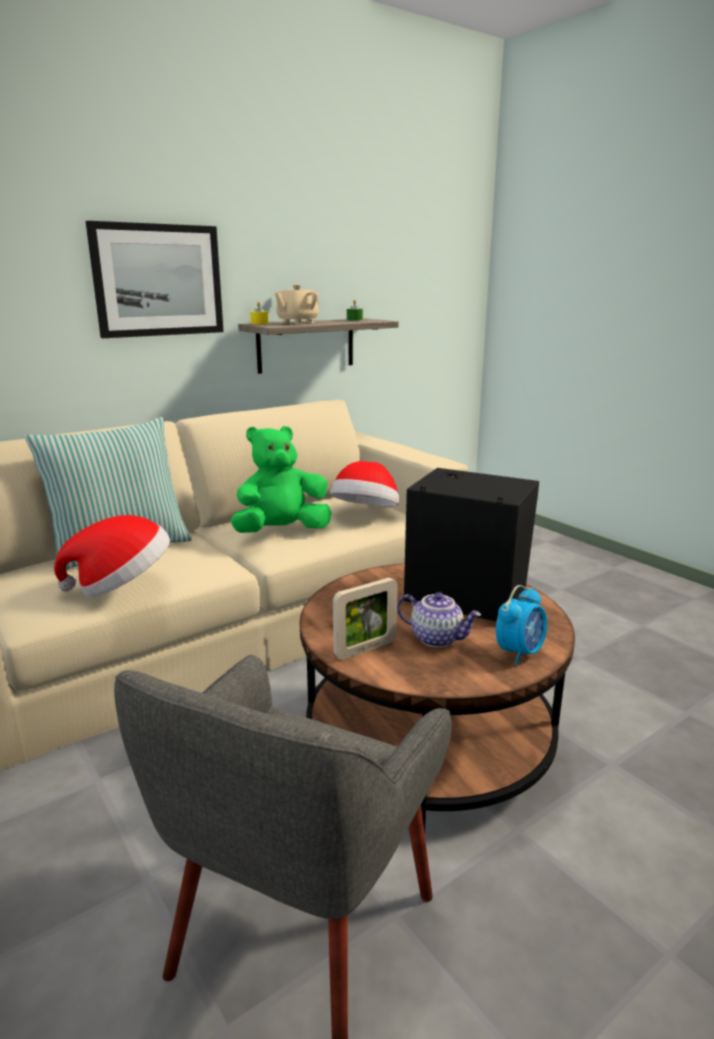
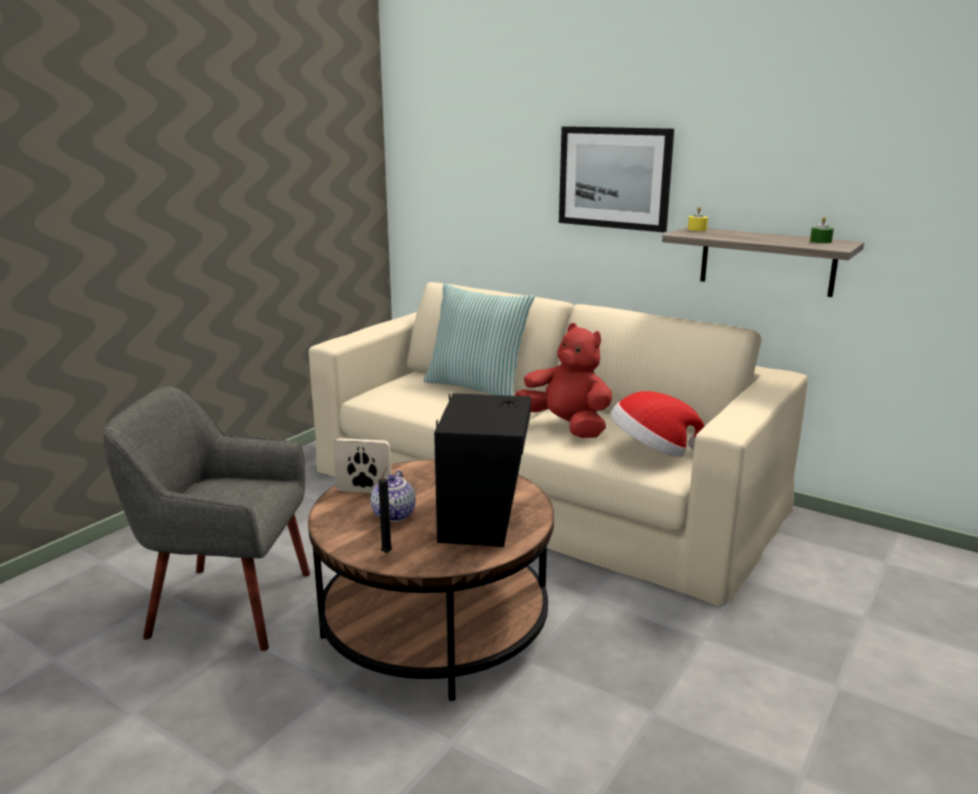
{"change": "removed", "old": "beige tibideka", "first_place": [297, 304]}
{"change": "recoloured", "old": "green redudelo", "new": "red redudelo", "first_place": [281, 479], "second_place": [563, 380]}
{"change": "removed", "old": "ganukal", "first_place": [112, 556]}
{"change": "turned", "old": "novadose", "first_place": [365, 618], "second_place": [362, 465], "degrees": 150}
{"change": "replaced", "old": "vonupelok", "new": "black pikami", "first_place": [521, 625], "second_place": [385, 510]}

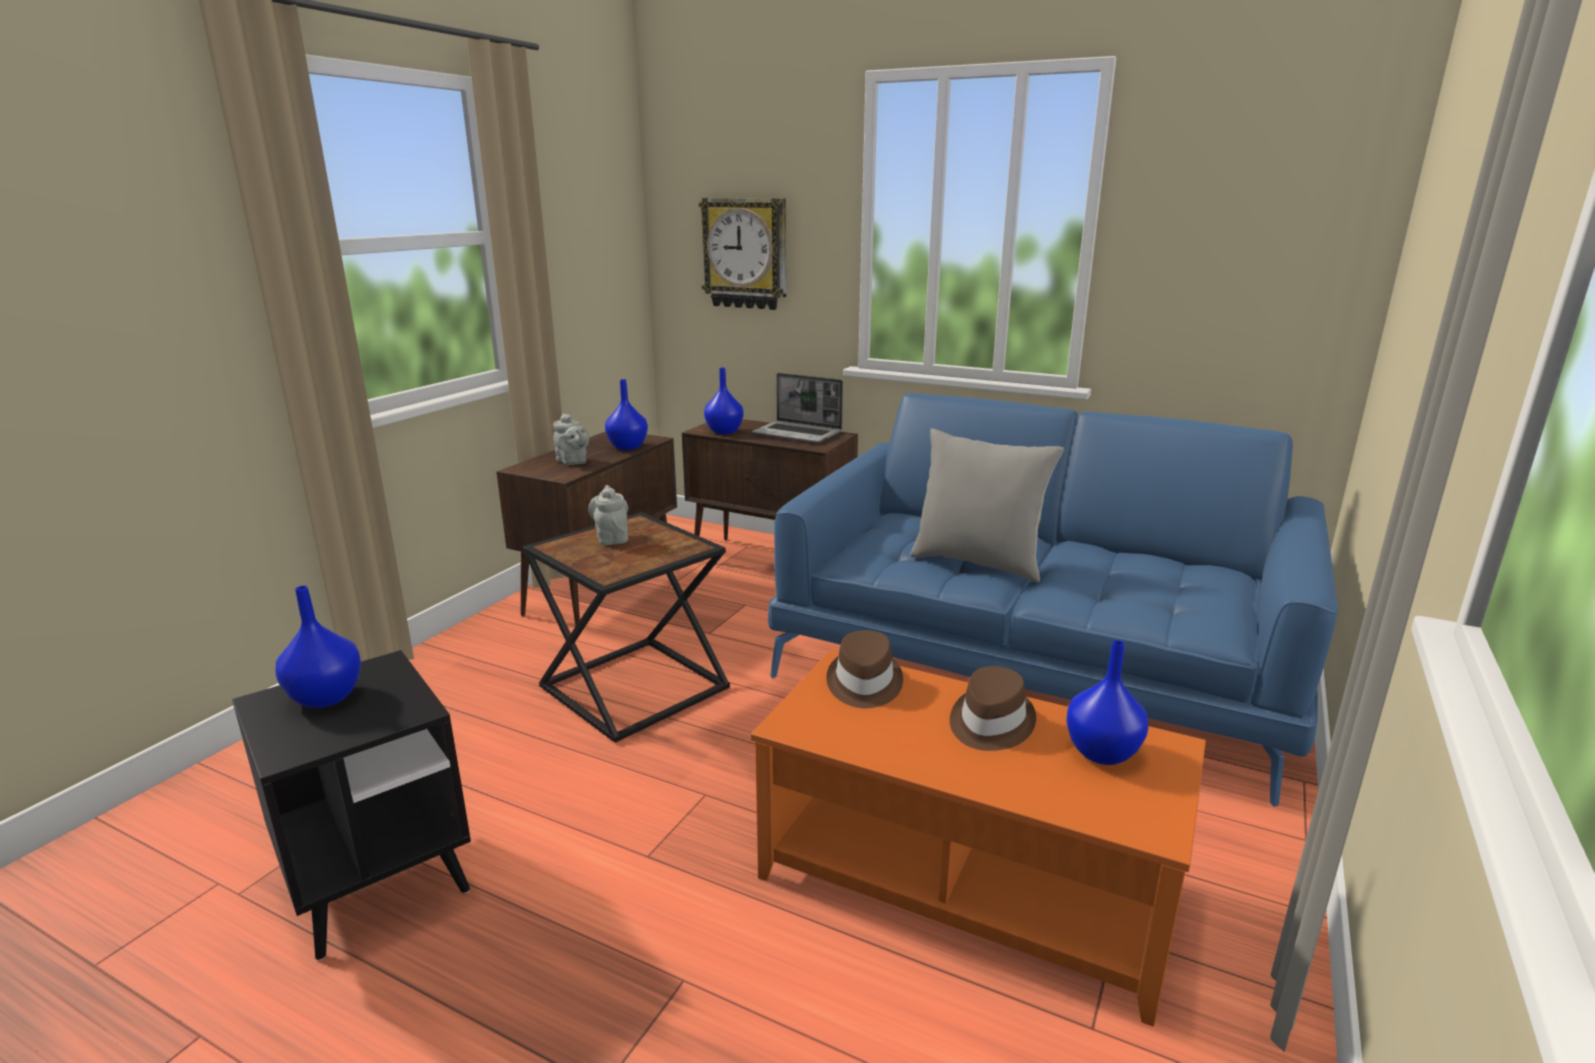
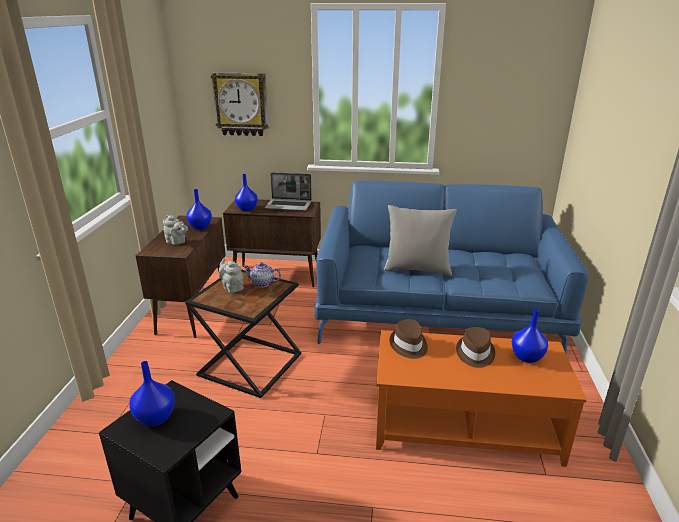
{"change": "added", "new": "tibideka", "second_place": [262, 274]}

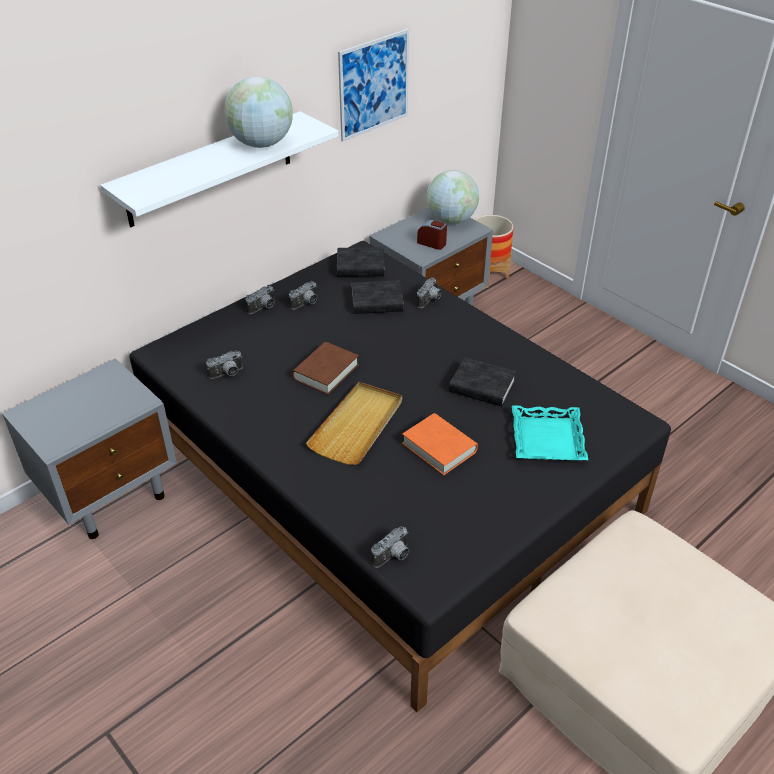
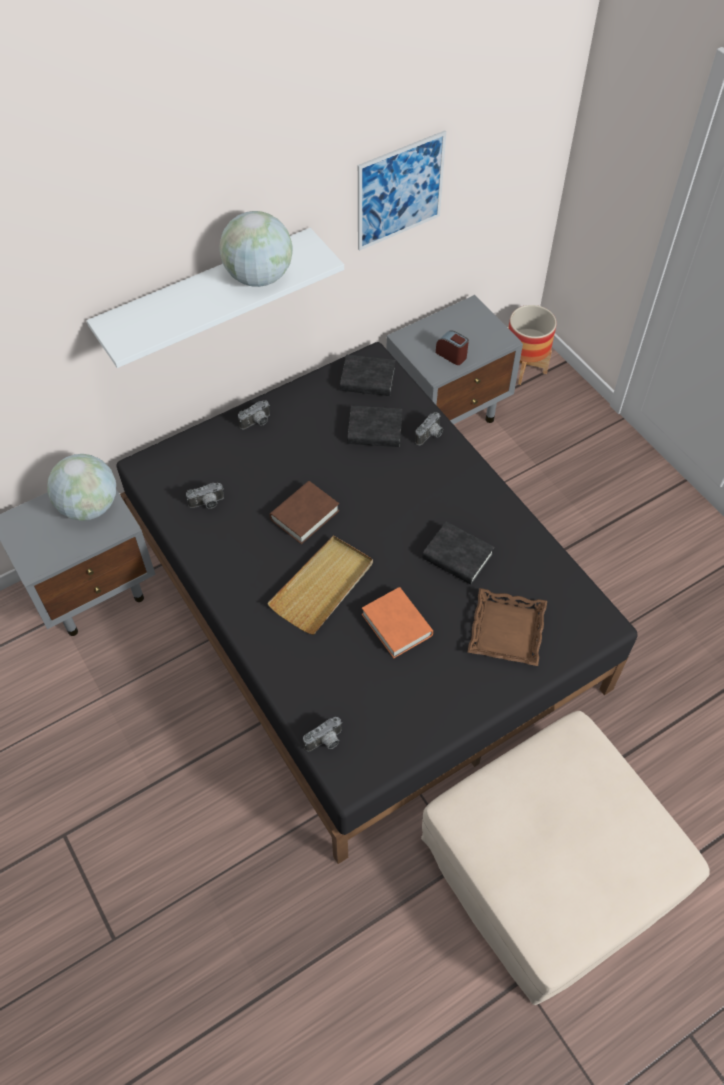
{"change": "moved", "old": "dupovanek", "first_place": [453, 197], "second_place": [81, 487]}
{"change": "removed", "old": "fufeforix", "first_place": [303, 295]}
{"change": "recoloured", "old": "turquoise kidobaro", "new": "brown kidobaro", "first_place": [550, 432], "second_place": [507, 627]}

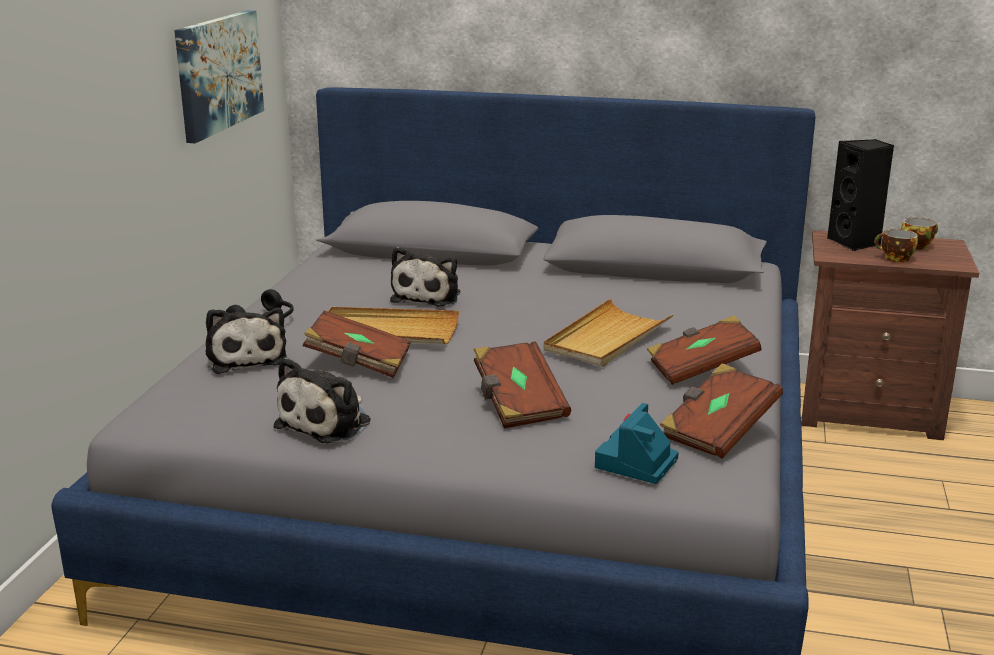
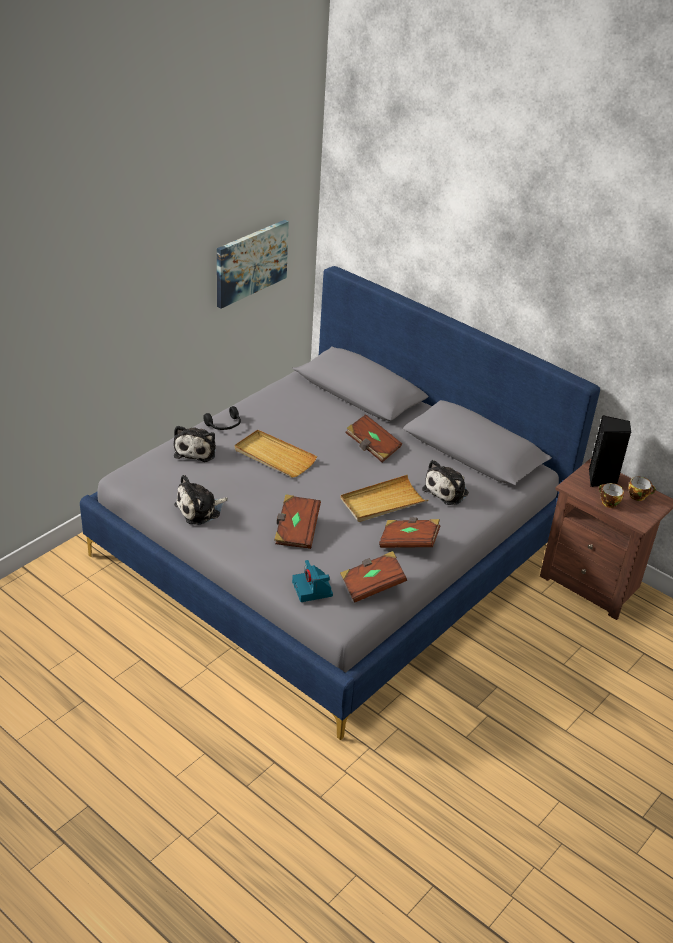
{"change": "moved", "old": "redudelo", "first_place": [425, 276], "second_place": [445, 482]}
{"change": "moved", "old": "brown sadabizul", "first_place": [357, 344], "second_place": [373, 438]}
{"change": "turned", "old": "fufeforix", "first_place": [636, 443], "second_place": [312, 581], "degrees": -75}

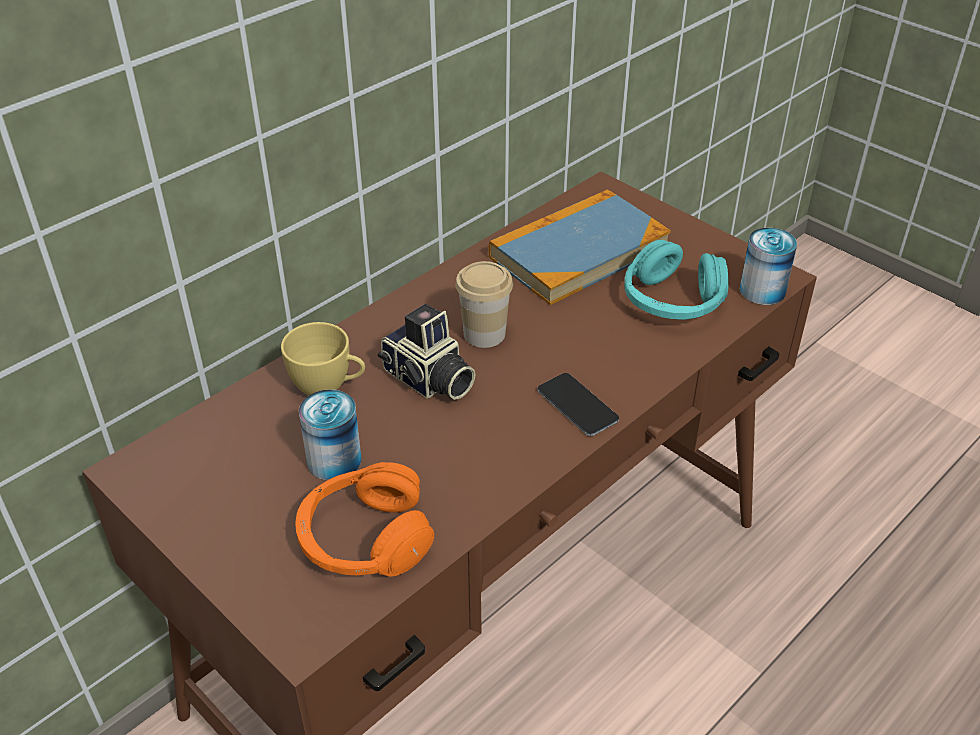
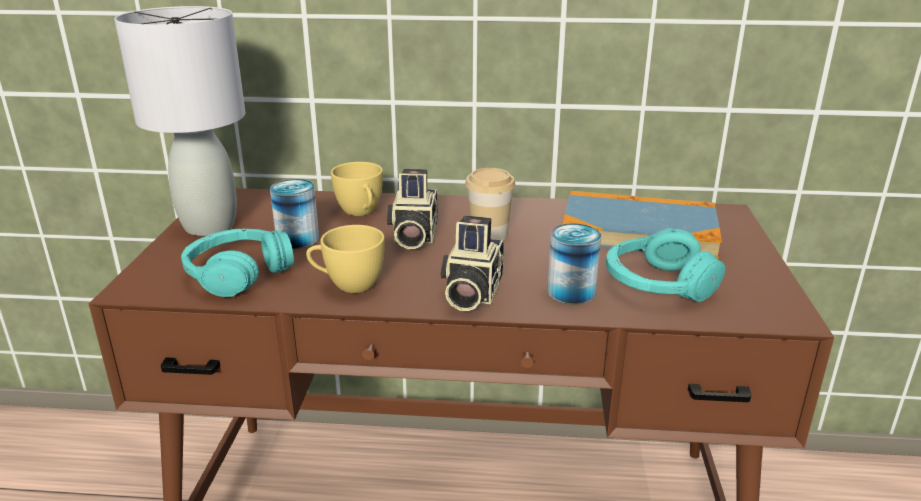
{"change": "moved", "old": "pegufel", "first_place": [768, 266], "second_place": [574, 263]}
{"change": "replaced", "old": "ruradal", "new": "fufeforix", "first_place": [578, 404], "second_place": [472, 263]}
{"change": "recoloured", "old": "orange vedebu", "new": "turquoise vedebu", "first_place": [364, 519], "second_place": [237, 263]}
{"change": "added", "new": "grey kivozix", "second_place": [180, 121]}
{"change": "added", "new": "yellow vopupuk", "second_place": [345, 259]}

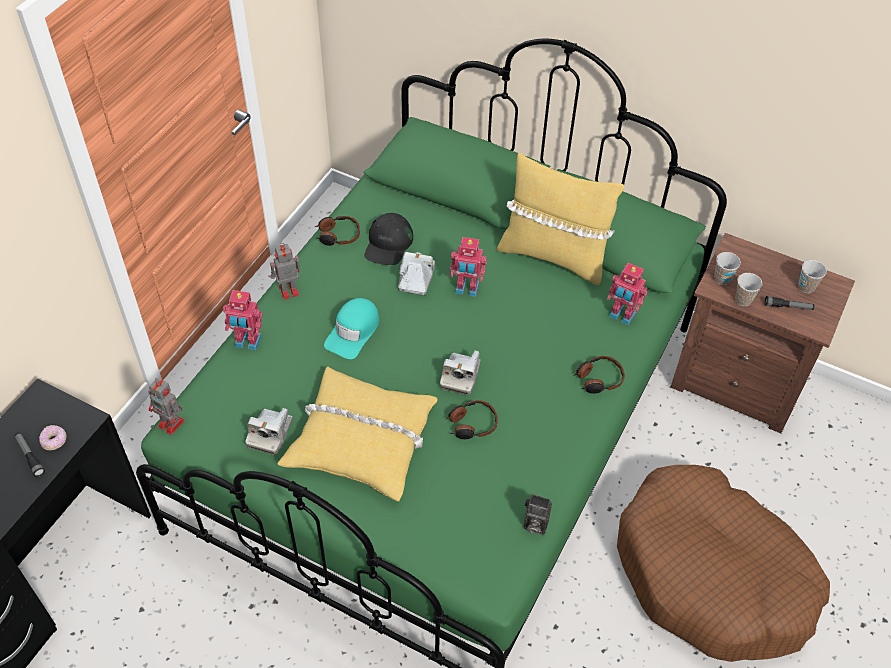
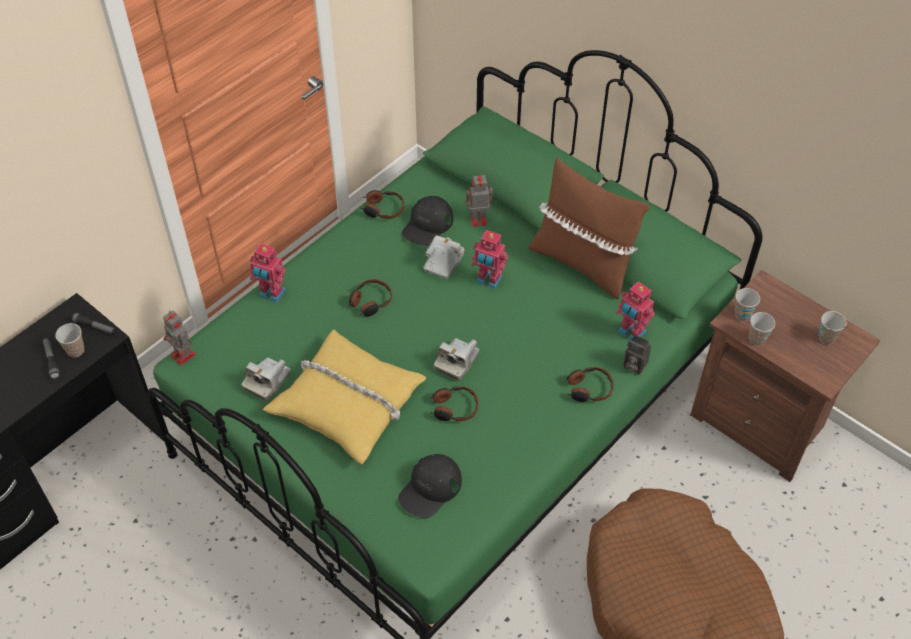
{"change": "recoloured", "old": "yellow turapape", "new": "brown turapape", "first_place": [560, 218], "second_place": [589, 228]}
{"change": "moved", "old": "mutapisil", "first_place": [285, 271], "second_place": [478, 200]}
{"change": "moved", "old": "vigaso", "first_place": [789, 303], "second_place": [94, 323]}
{"change": "replaced", "old": "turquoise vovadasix", "new": "vedebu", "first_place": [351, 328], "second_place": [370, 297]}
{"change": "replaced", "old": "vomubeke", "new": "vopupuk", "first_place": [53, 437], "second_place": [69, 340]}
{"change": "moved", "old": "fufeforix", "first_place": [538, 514], "second_place": [637, 355]}
{"change": "added", "new": "black vovadasix", "second_place": [430, 486]}

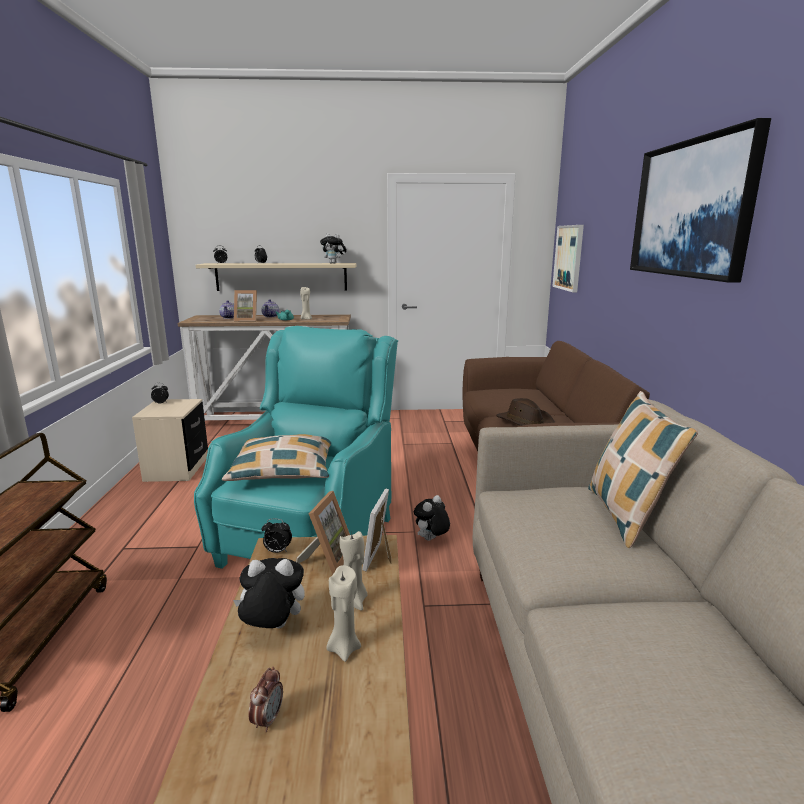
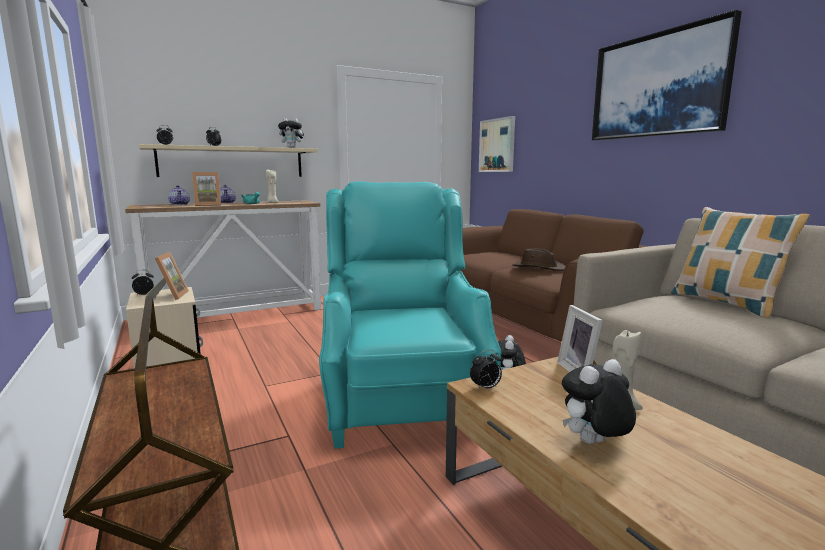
{"change": "removed", "old": "turapape", "first_place": [276, 457]}
{"change": "moved", "old": "novadose", "first_place": [323, 533], "second_place": [168, 276]}
{"change": "removed", "old": "beige pikami", "first_place": [343, 613]}
{"change": "removed", "old": "vonupelok", "first_place": [265, 699]}

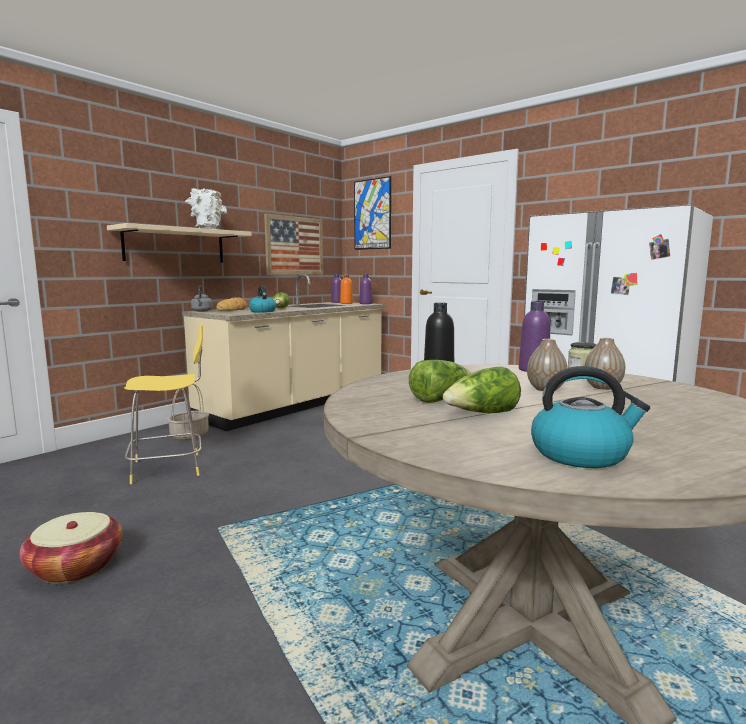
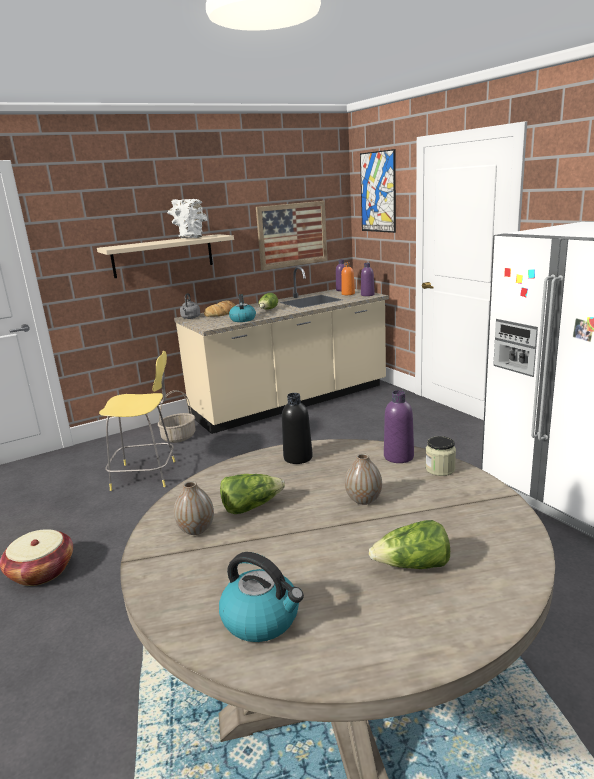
{"change": "moved", "old": "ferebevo", "first_place": [604, 364], "second_place": [194, 508]}
{"change": "moved", "old": "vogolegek", "first_place": [482, 389], "second_place": [409, 544]}

